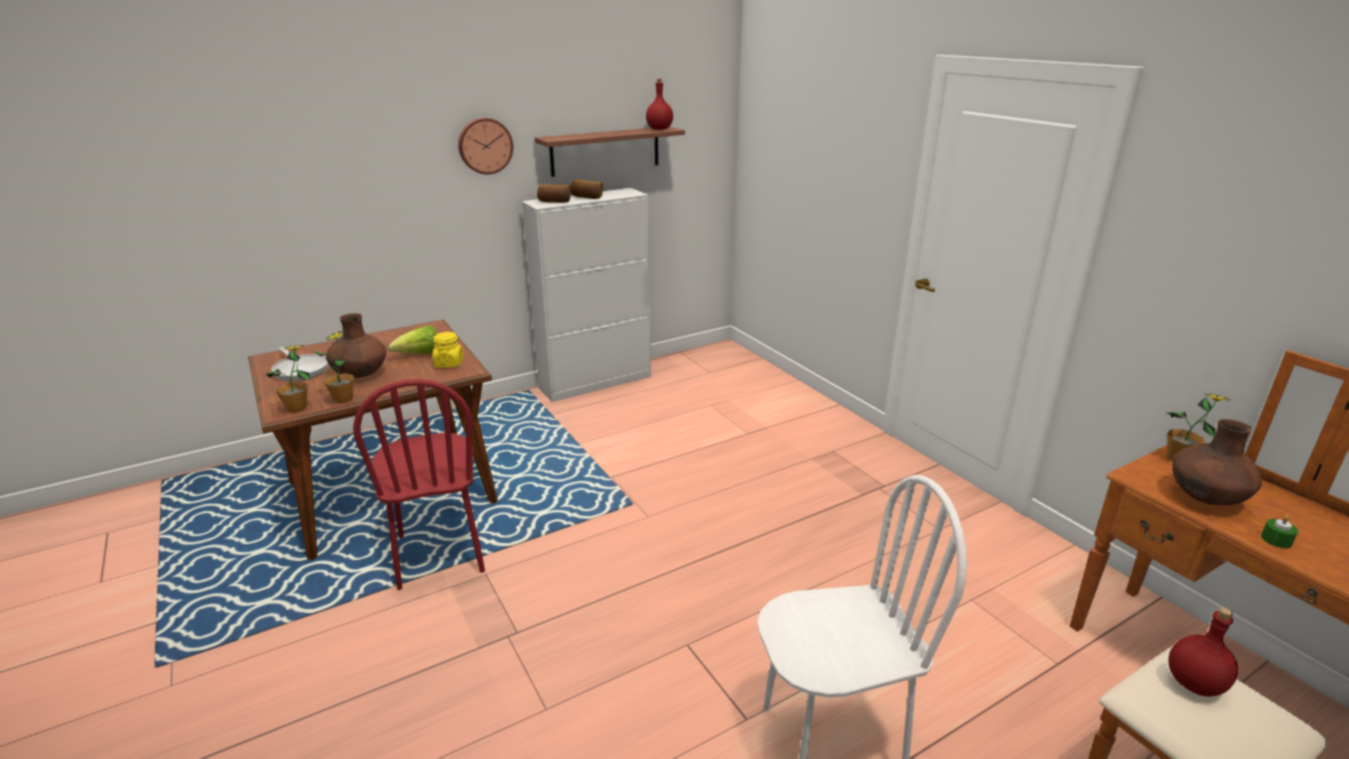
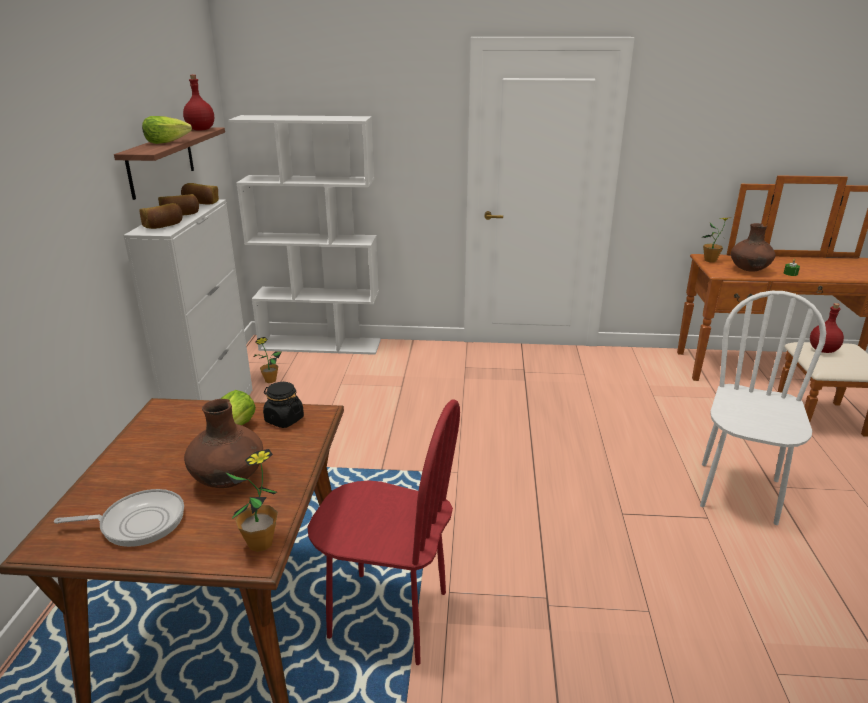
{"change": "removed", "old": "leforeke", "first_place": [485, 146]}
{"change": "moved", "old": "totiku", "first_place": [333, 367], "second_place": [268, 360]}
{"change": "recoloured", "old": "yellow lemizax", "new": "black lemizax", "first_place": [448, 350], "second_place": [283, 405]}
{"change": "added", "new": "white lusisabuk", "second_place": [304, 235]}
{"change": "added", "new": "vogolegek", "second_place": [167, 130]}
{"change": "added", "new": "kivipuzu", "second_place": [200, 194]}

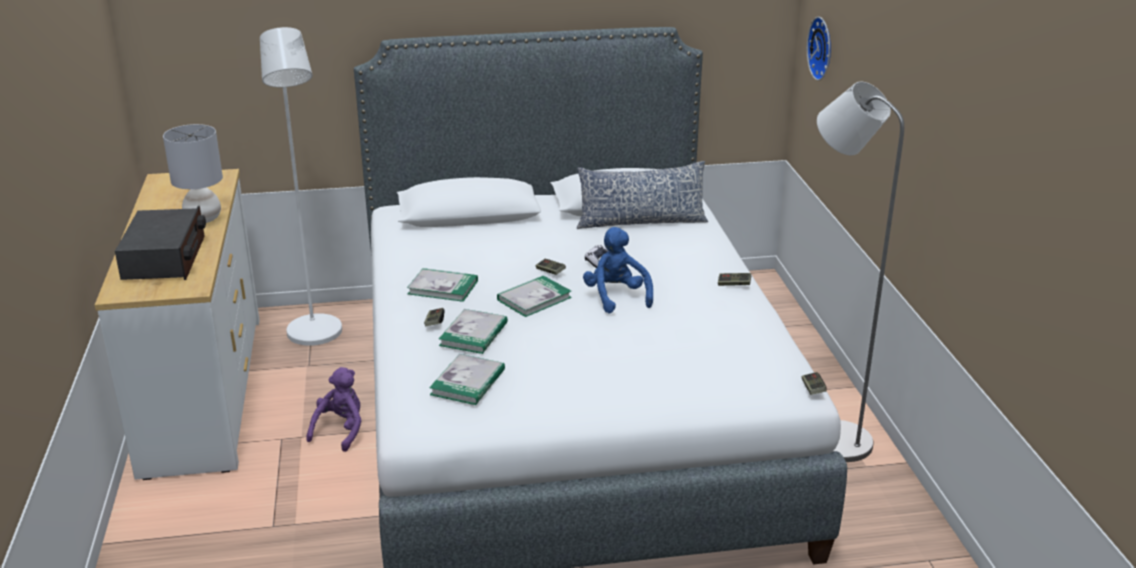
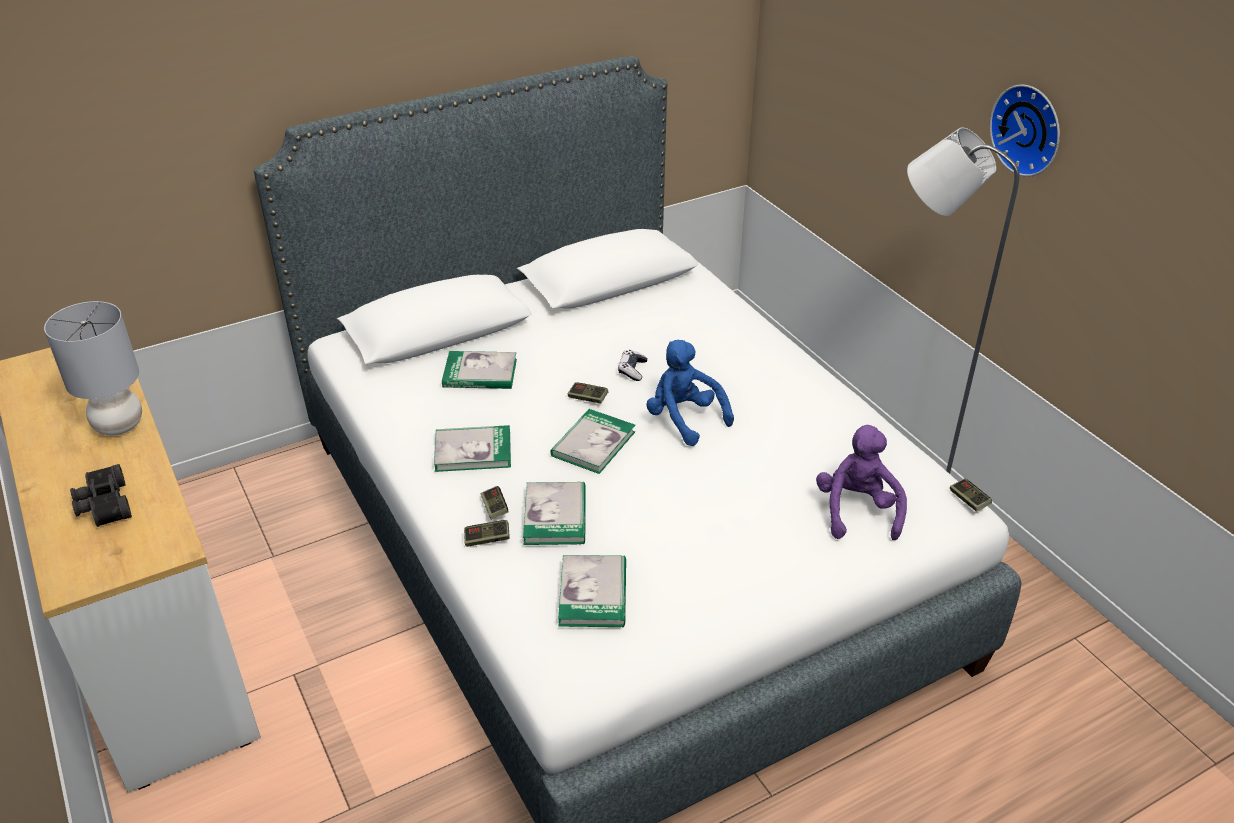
{"change": "moved", "old": "leforeke", "first_place": [819, 49], "second_place": [1025, 131]}
{"change": "removed", "old": "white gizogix", "first_place": [301, 186]}
{"change": "removed", "old": "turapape", "first_place": [642, 195]}
{"change": "replaced", "old": "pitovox", "new": "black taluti", "first_place": [160, 243], "second_place": [101, 495]}
{"change": "moved", "old": "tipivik", "first_place": [734, 279], "second_place": [487, 533]}
{"change": "moved", "old": "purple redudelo", "first_place": [334, 409], "second_place": [861, 482]}
{"change": "added", "new": "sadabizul", "second_place": [479, 370]}

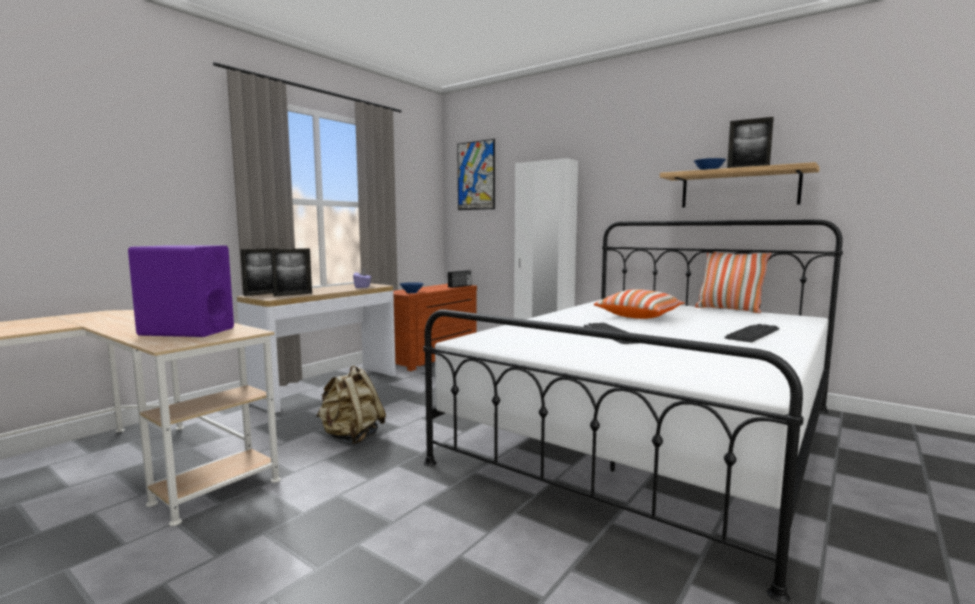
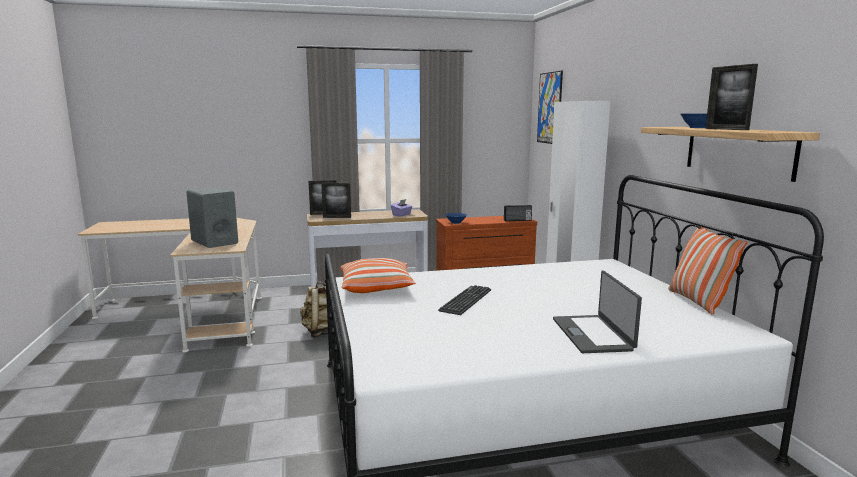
{"change": "recoloured", "old": "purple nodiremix", "new": "grey nodiremix", "first_place": [181, 291], "second_place": [212, 217]}
{"change": "moved", "old": "turapape", "first_place": [639, 304], "second_place": [377, 275]}
{"change": "replaced", "old": "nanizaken", "new": "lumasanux", "first_place": [751, 333], "second_place": [597, 311]}

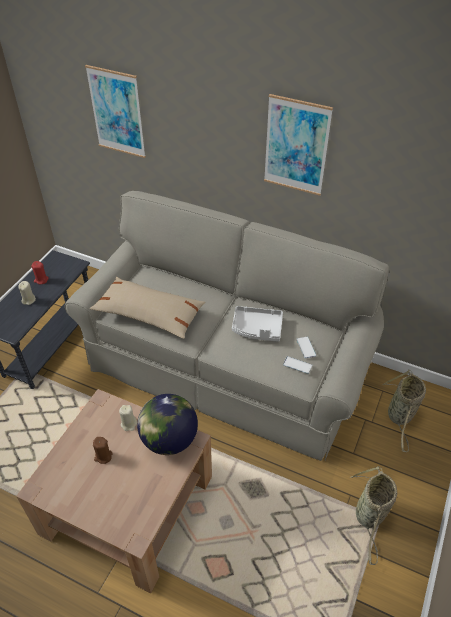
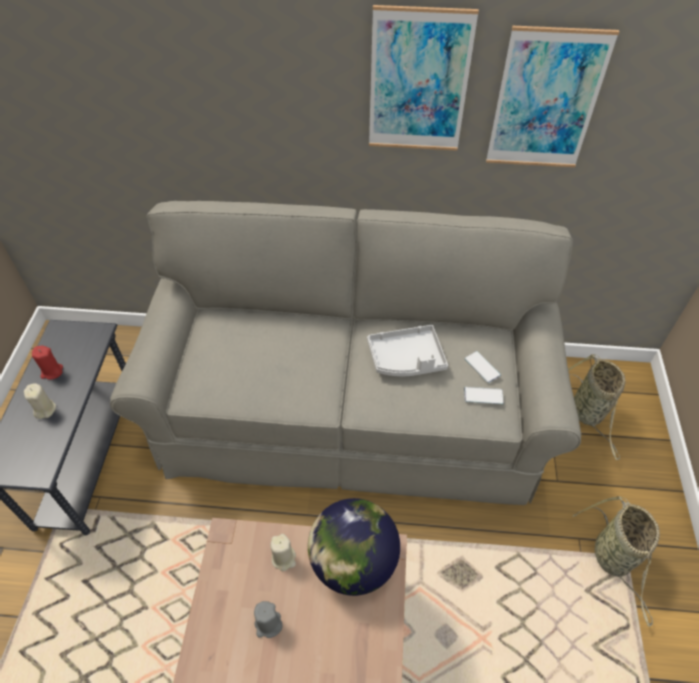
{"change": "moved", "old": "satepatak", "first_place": [115, 111], "second_place": [552, 96]}
{"change": "removed", "old": "beige turapape", "first_place": [148, 308]}
{"change": "recoloured", "old": "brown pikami", "new": "grey pikami", "first_place": [103, 450], "second_place": [268, 619]}

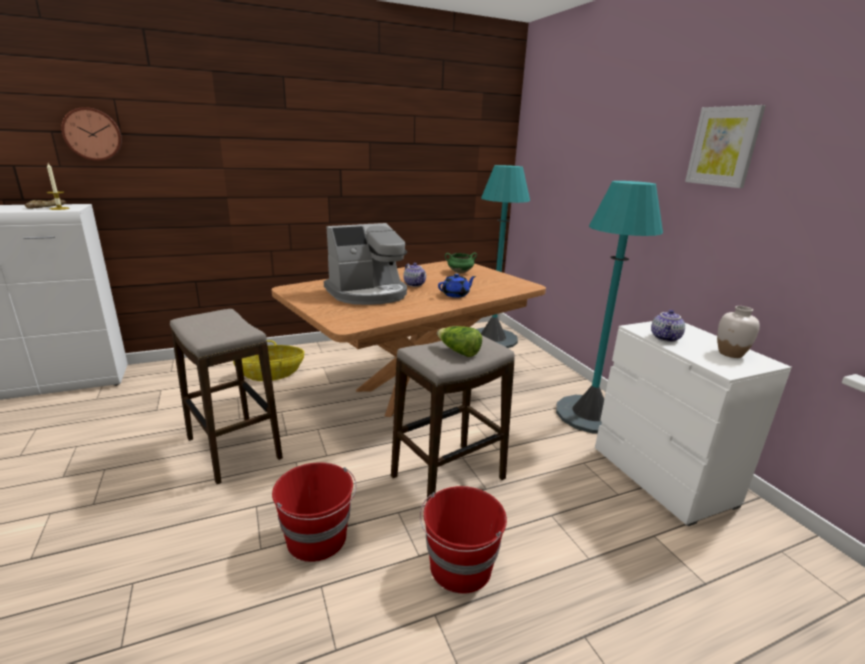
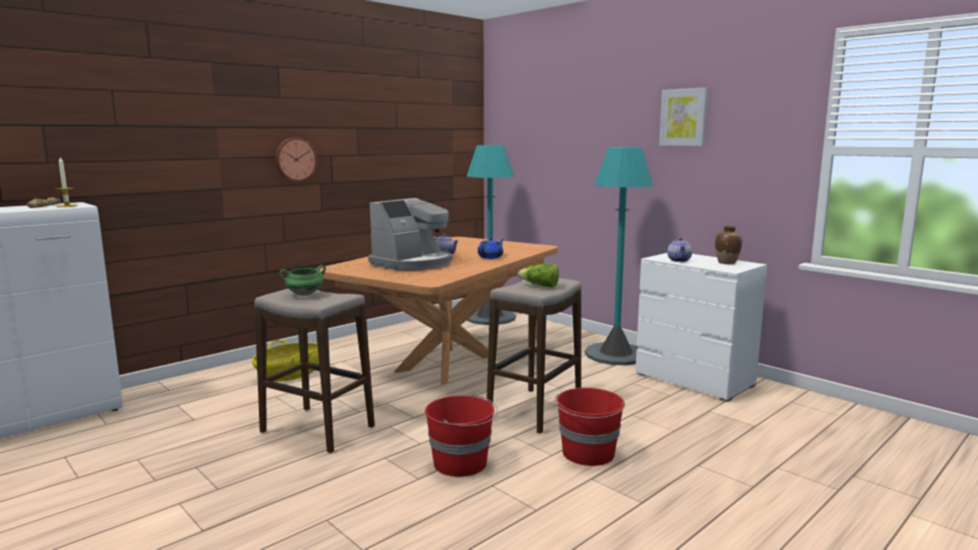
{"change": "moved", "old": "leforeke", "first_place": [91, 134], "second_place": [296, 159]}
{"change": "moved", "old": "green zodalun", "first_place": [461, 262], "second_place": [303, 280]}
{"change": "recoloured", "old": "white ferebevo", "new": "brown ferebevo", "first_place": [738, 332], "second_place": [728, 245]}

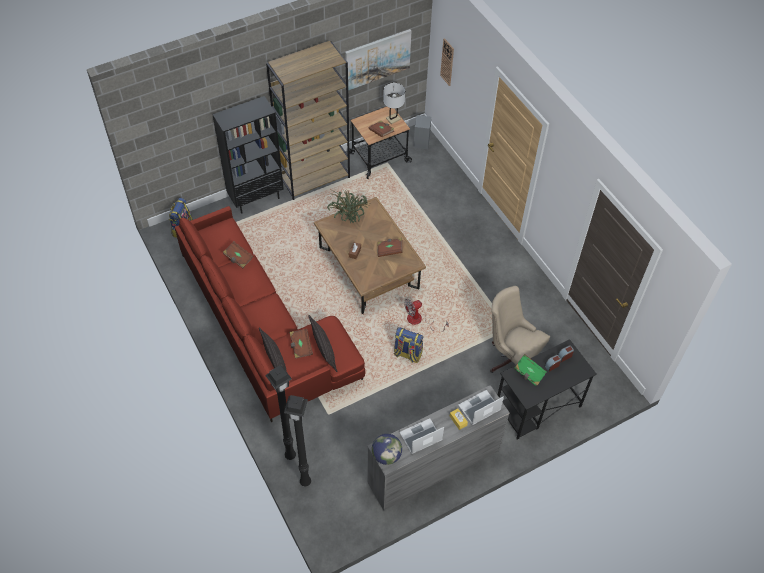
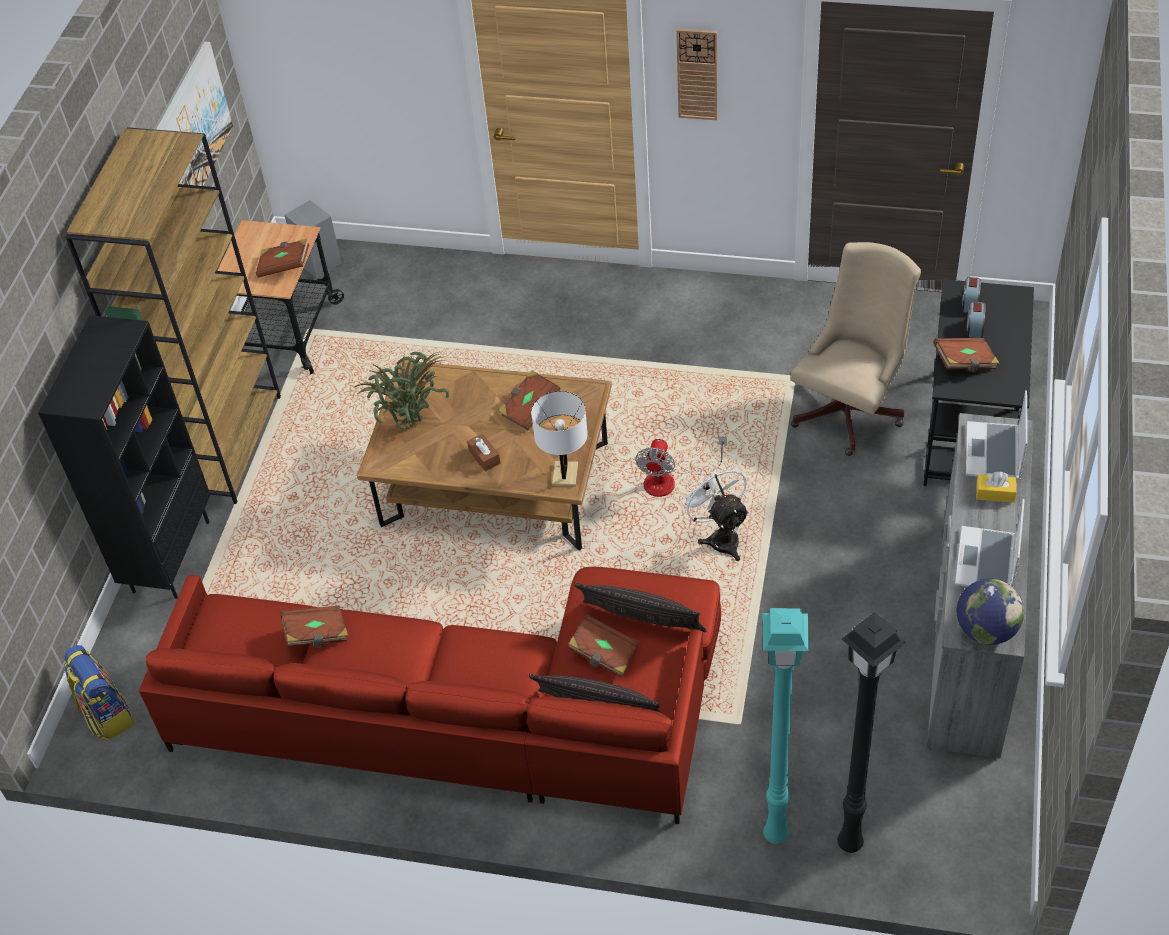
{"change": "moved", "old": "leforeke", "first_place": [447, 62], "second_place": [696, 74]}
{"change": "moved", "old": "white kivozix", "first_place": [394, 103], "second_place": [559, 438]}
{"change": "turned", "old": "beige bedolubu", "first_place": [520, 329], "second_place": [856, 349], "degrees": 135}
{"change": "replaced", "old": "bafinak", "new": "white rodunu", "first_place": [409, 345], "second_place": [714, 511]}
{"change": "recoloured", "old": "green sadabizul", "new": "brown sadabizul", "first_place": [530, 370], "second_place": [966, 355]}
{"change": "recoloured", "old": "black gizogix", "new": "turquoise gizogix", "first_place": [280, 412], "second_place": [786, 726]}

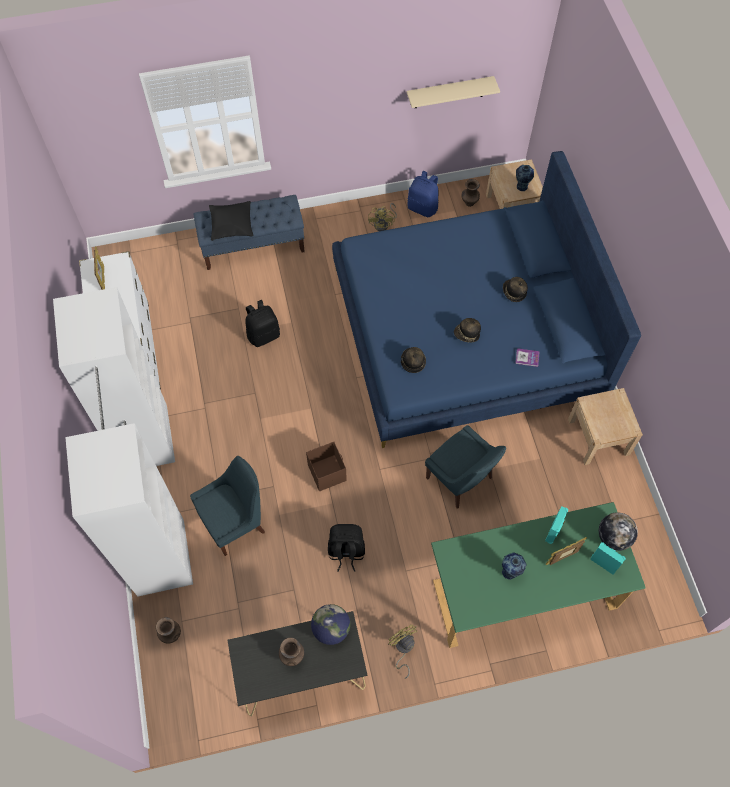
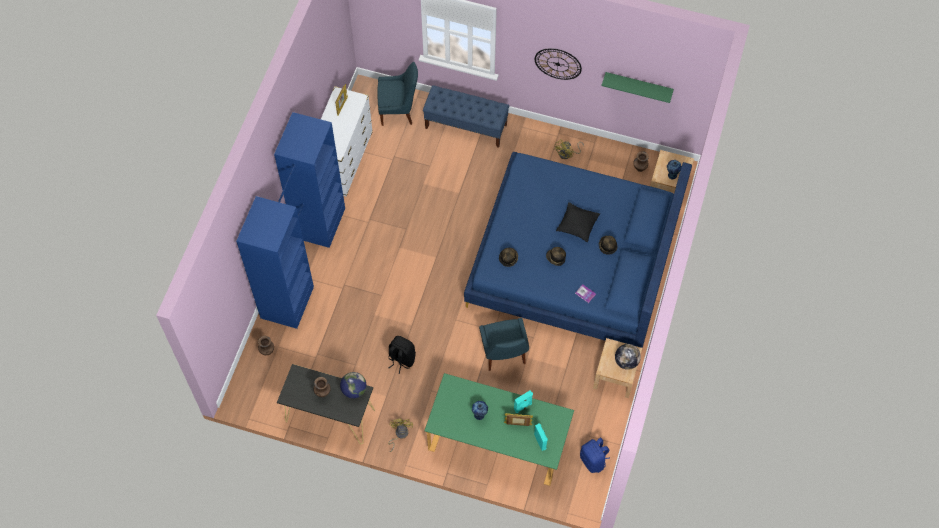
{"change": "recoloured", "old": "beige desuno", "new": "green desuno", "first_place": [453, 92], "second_place": [637, 87]}
{"change": "moved", "old": "blue bafinak", "first_place": [422, 194], "second_place": [595, 455]}
{"change": "moved", "old": "black turapape", "first_place": [231, 221], "second_place": [578, 222]}
{"change": "recoloured", "old": "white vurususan", "new": "blue vurususan", "first_place": [123, 441], "second_place": [290, 220]}
{"change": "removed", "old": "black bafinak", "first_place": [262, 323]}
{"change": "removed", "old": "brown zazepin", "first_place": [326, 466]}
{"change": "moved", "old": "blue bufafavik", "first_place": [227, 506], "second_place": [397, 94]}
{"change": "moved", "old": "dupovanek", "first_place": [618, 531], "second_place": [628, 357]}
{"change": "added", "new": "leforeke", "second_place": [558, 64]}

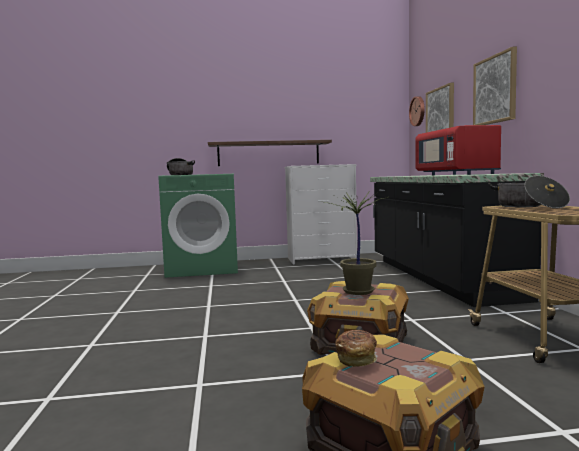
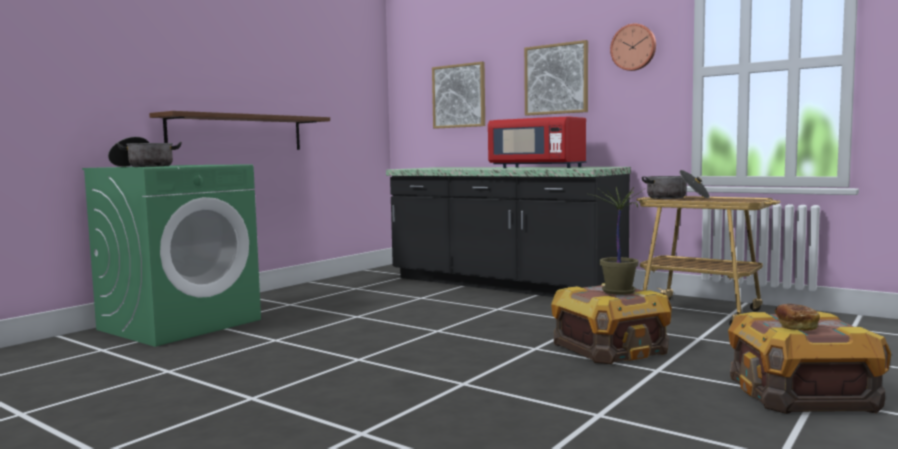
{"change": "moved", "old": "leforeke", "first_place": [417, 111], "second_place": [633, 47]}
{"change": "removed", "old": "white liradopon", "first_place": [321, 214]}

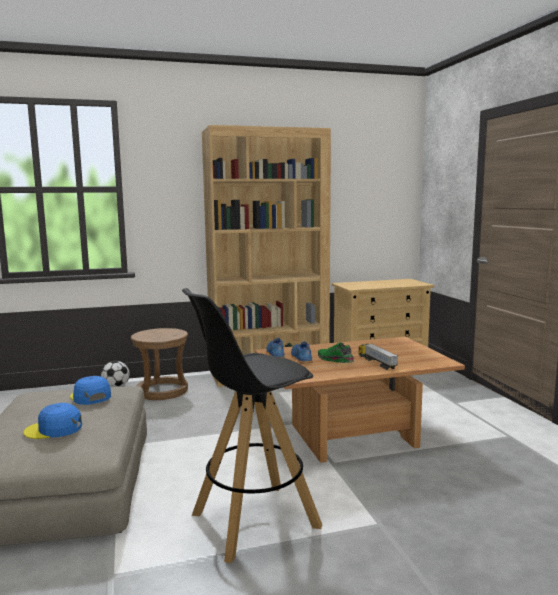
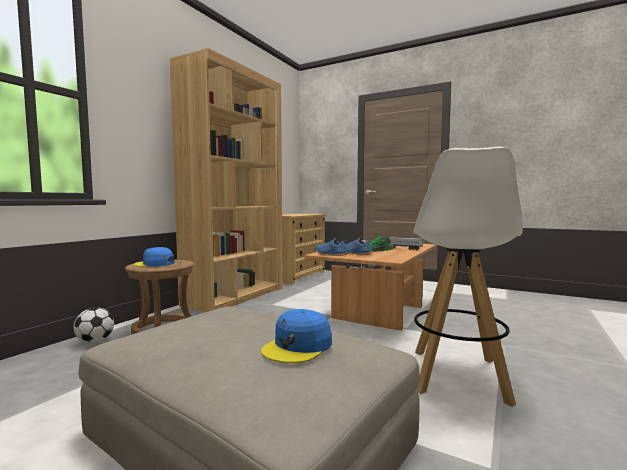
{"change": "recoloured", "old": "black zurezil", "new": "white zurezil", "first_place": [252, 425], "second_place": [468, 277]}
{"change": "moved", "old": "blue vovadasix", "first_place": [90, 390], "second_place": [154, 257]}

